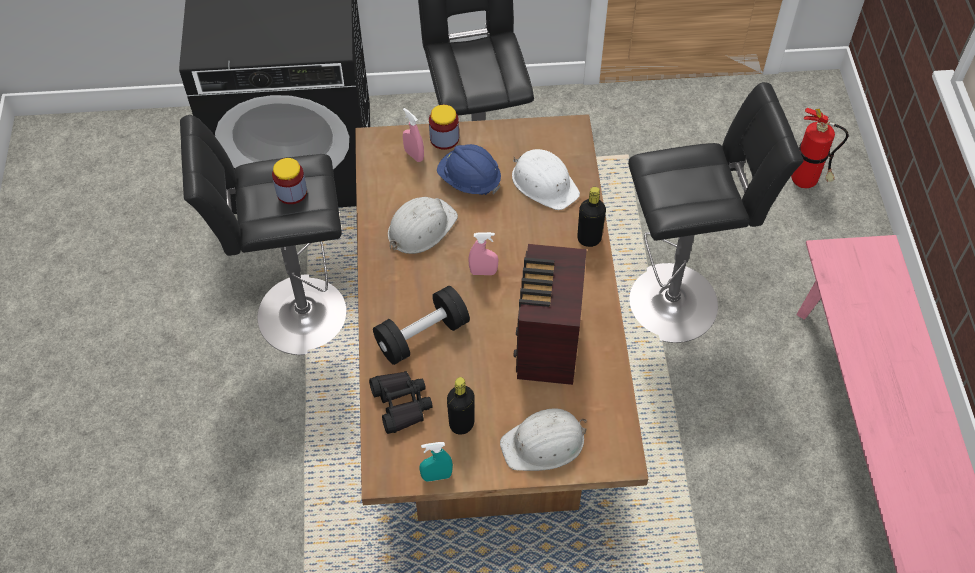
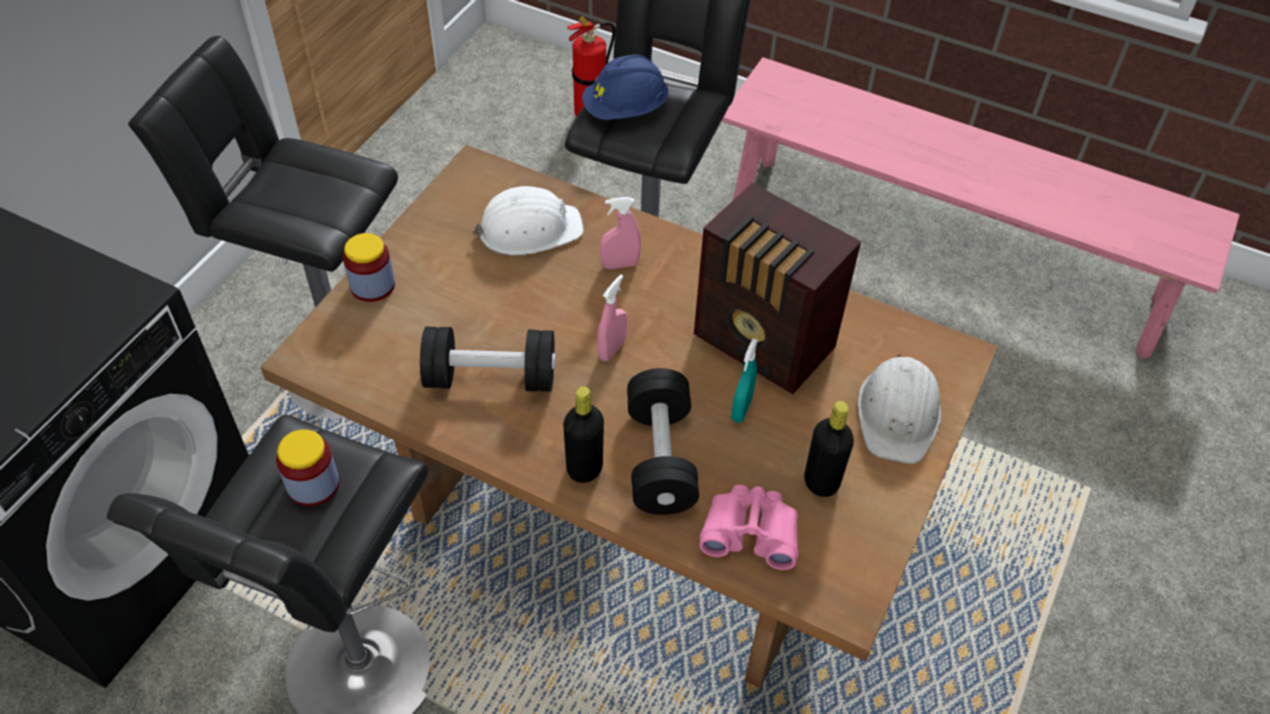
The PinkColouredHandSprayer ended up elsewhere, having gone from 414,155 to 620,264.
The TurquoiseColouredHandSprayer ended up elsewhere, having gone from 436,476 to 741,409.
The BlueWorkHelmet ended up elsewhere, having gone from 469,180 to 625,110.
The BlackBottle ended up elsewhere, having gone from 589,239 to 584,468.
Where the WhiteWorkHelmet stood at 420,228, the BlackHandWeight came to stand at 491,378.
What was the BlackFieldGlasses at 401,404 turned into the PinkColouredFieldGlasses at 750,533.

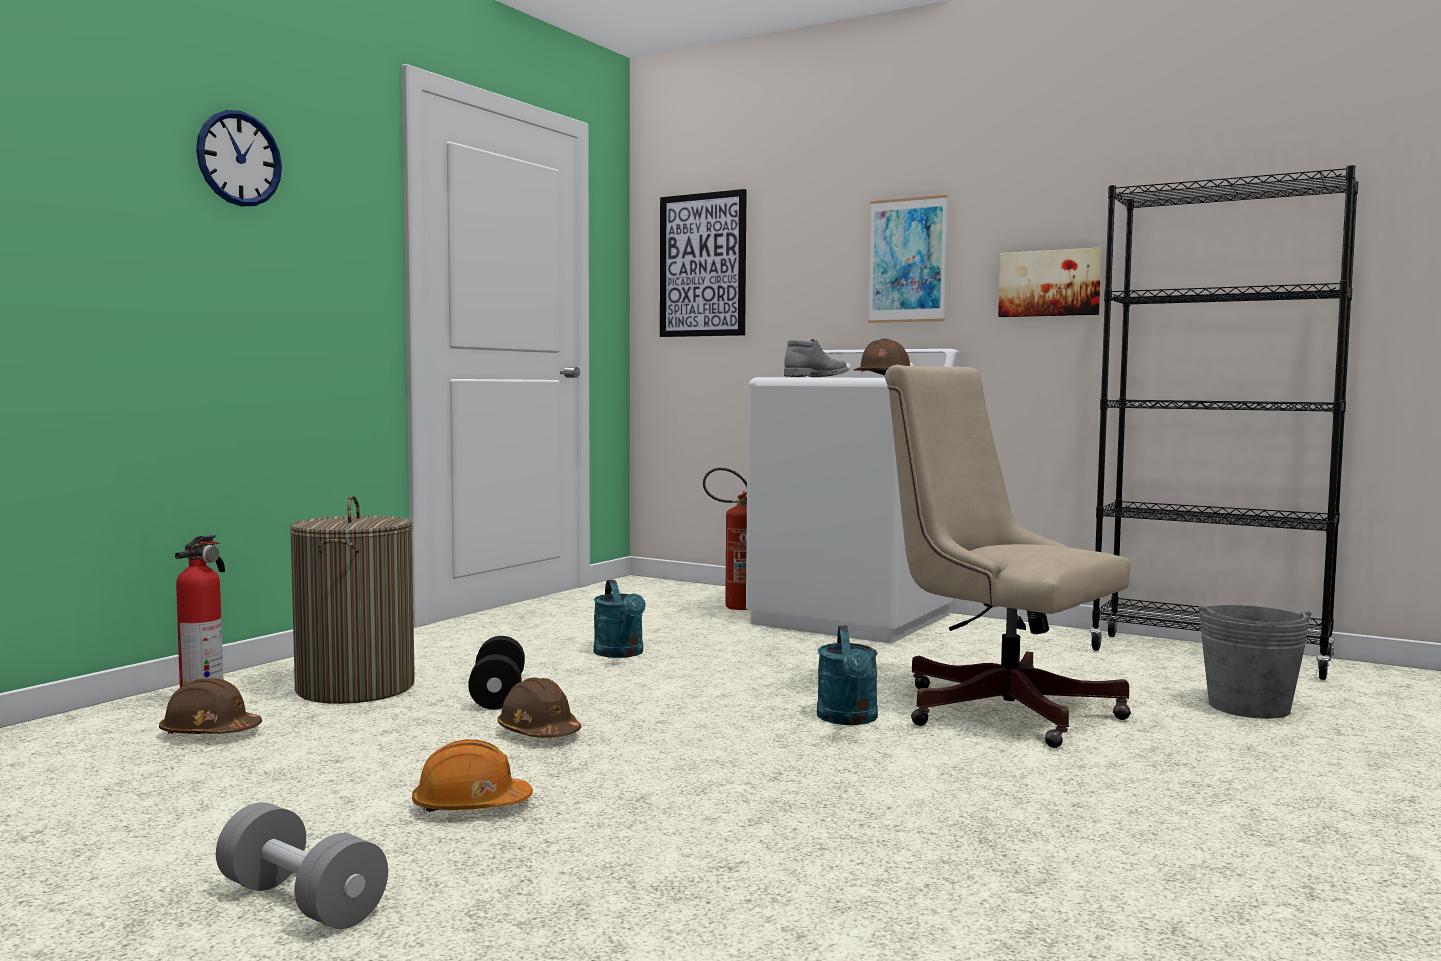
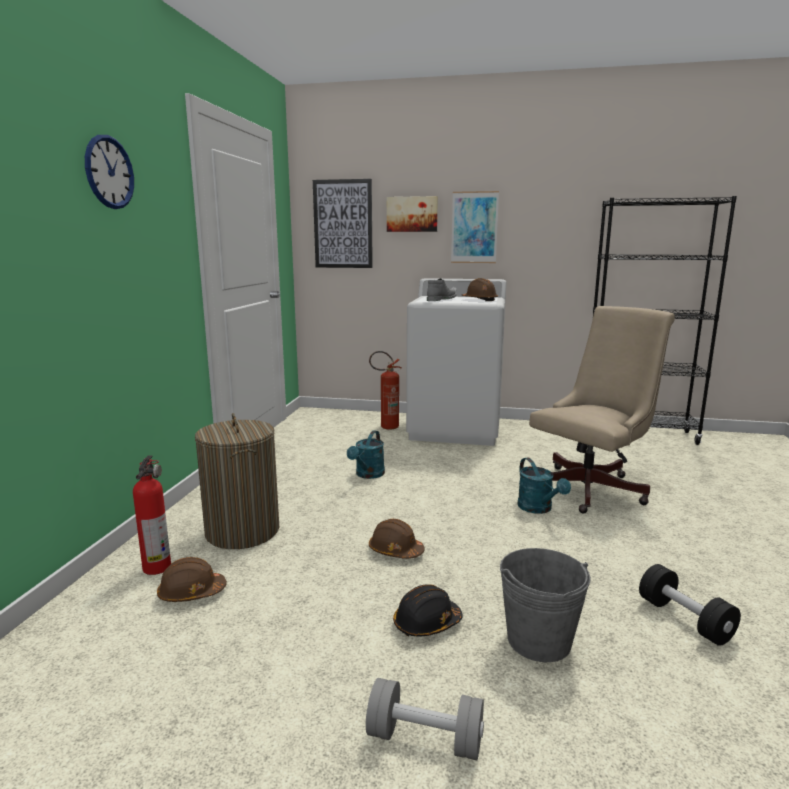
The BlackHandWeight ended up elsewhere, having gone from 498,695 to 684,619.
The WallPicture ended up elsewhere, having gone from 1049,283 to 412,214.
The GreyishBucket ended up elsewhere, having gone from 1249,707 to 539,640.
What was the OrangeColouredWorkHelmet at 470,806 turned into the BlackWorkHelmet at 427,623.
The TurquoiseColouredSprinklingCan at 621,654 ended up facing another way, 60 degrees clockwise from before.
The BeigeOfficeChair at 995,708 ended up facing another way, 120 degrees clockwise from before.

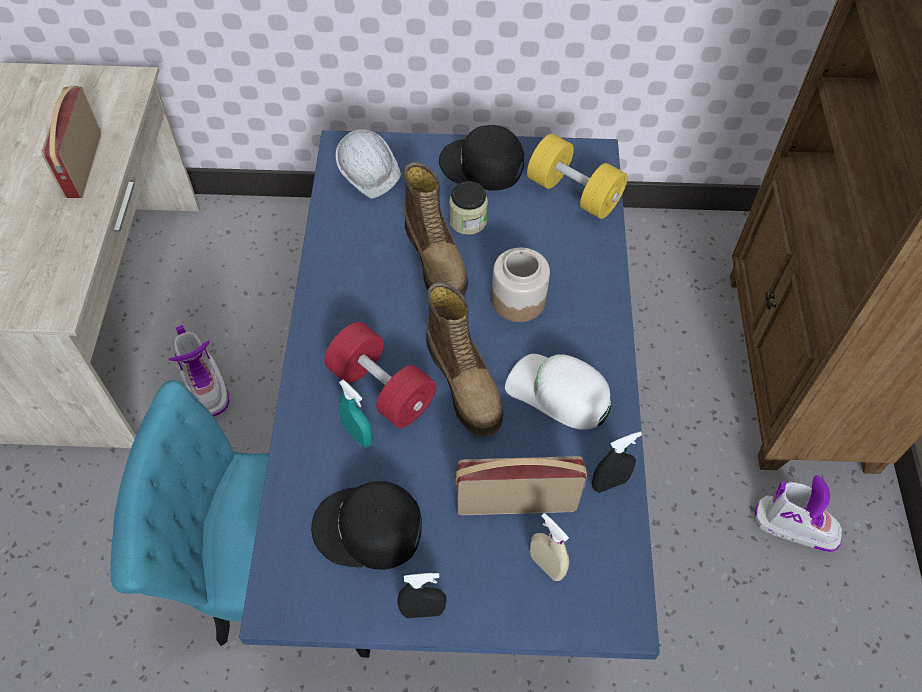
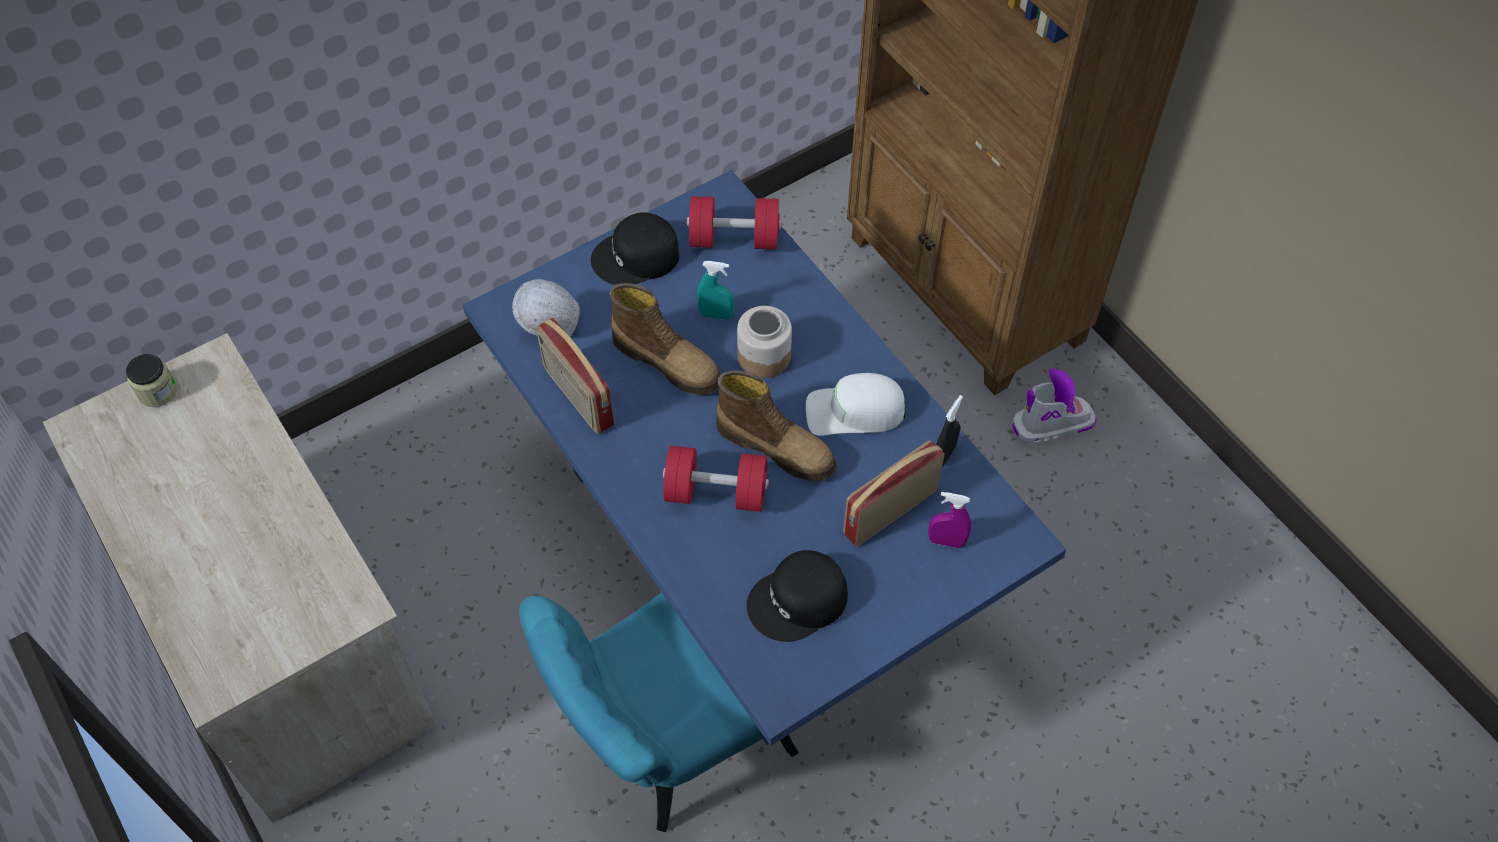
The second view lost the TallBoot at 205,386.
The second view lost the BlackHandSprayer at 422,611.
The RadioReceiver ended up elsewhere, having gone from 82,165 to 577,397.
The TurquoiseColouredHandSprayer ended up elsewhere, having gone from 358,435 to 716,315.
The Jar ended up elsewhere, having gone from 468,221 to 157,391.
What was the YellowColouredHandWeight at 574,193 turned into the RedHandWeight at 734,239.
What was the BeigeHandSprayer at 546,565 turned into the PurplishHandSprayer at 946,541.

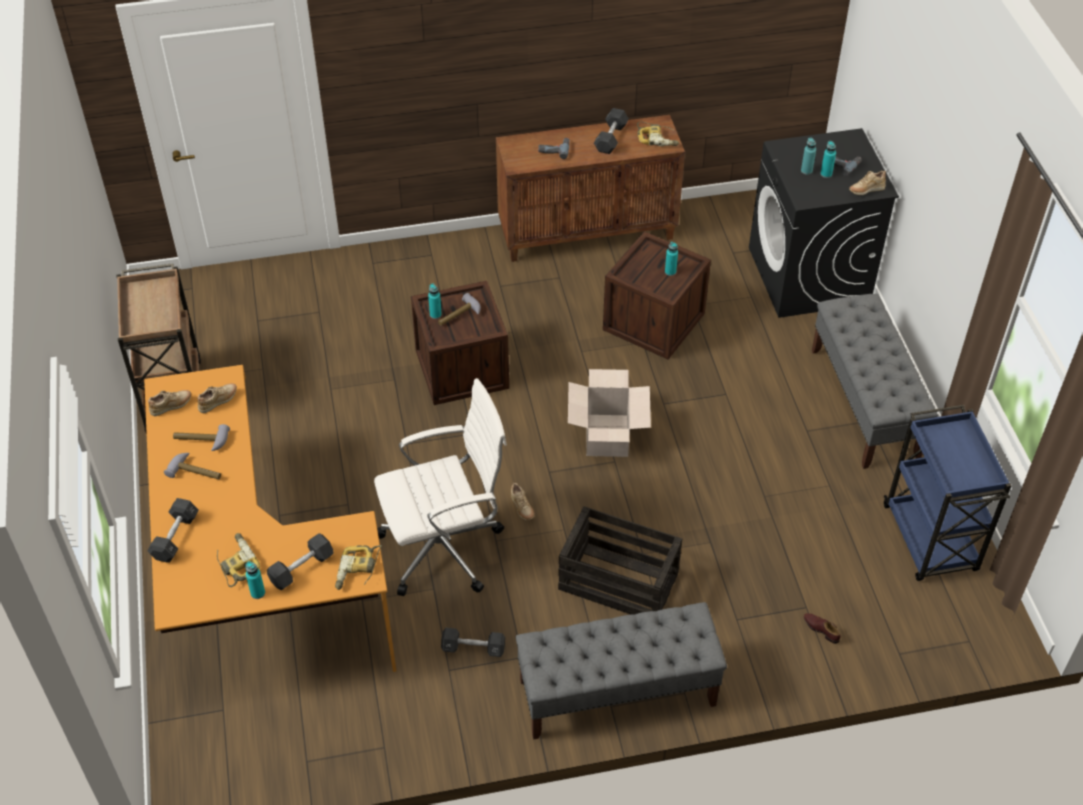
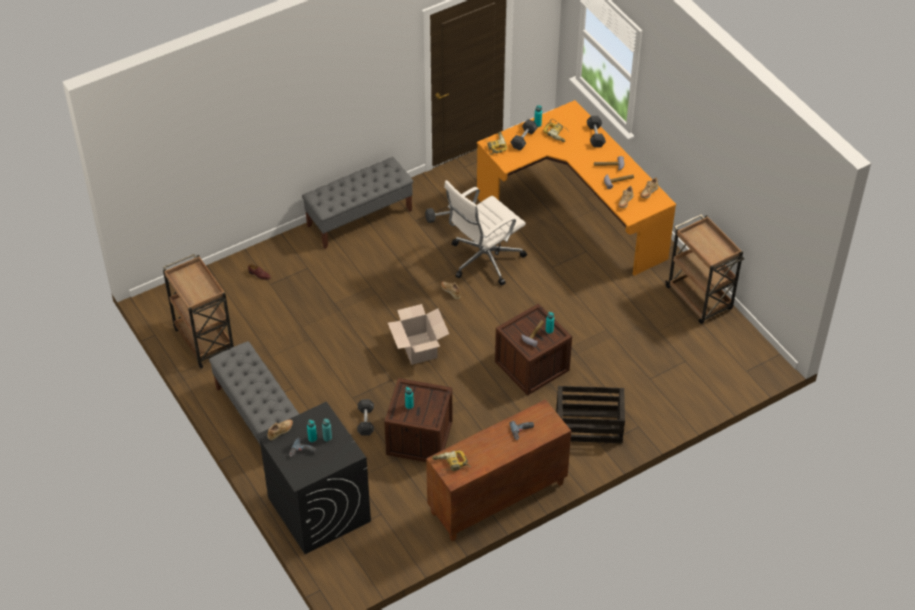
The PackingCrate ended up elsewhere, having gone from 619,582 to 588,426.
The BlackHandWeight ended up elsewhere, having gone from 611,138 to 365,421.
What was the BlueTrolley at 930,540 turned into the BrownishTrolley at 204,339.

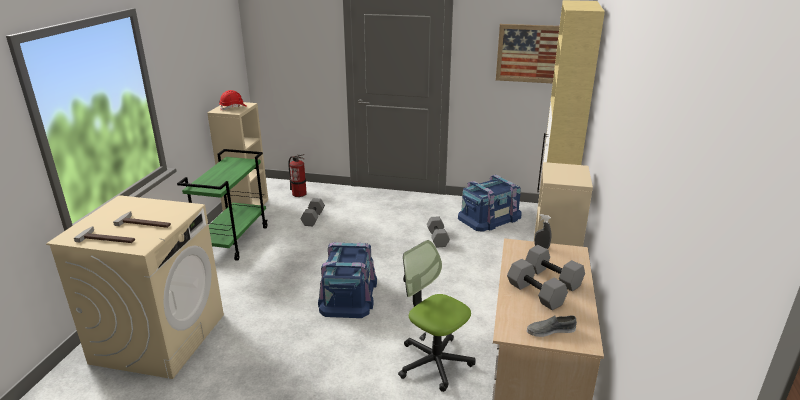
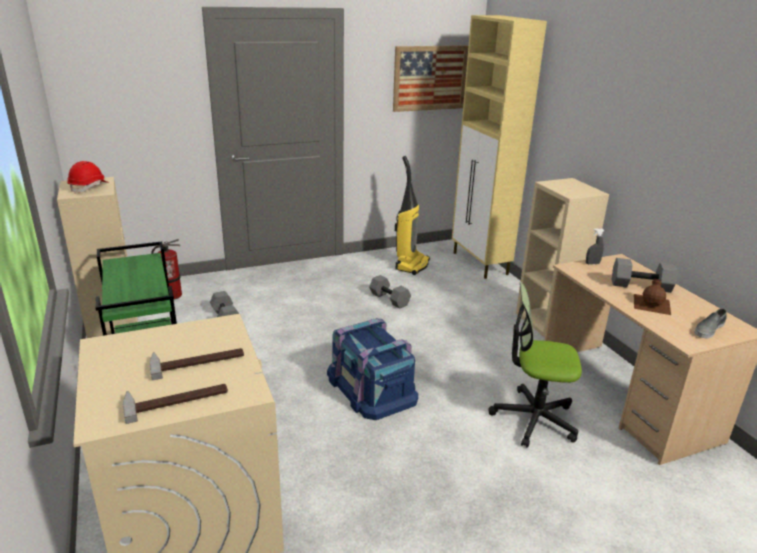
Where the BlueStorageContainer stood at 489,217, the Vacuum came to stand at 411,265.
Where the GreyishHandWeight stood at 536,294, the BrownishBottle came to stand at 652,304.

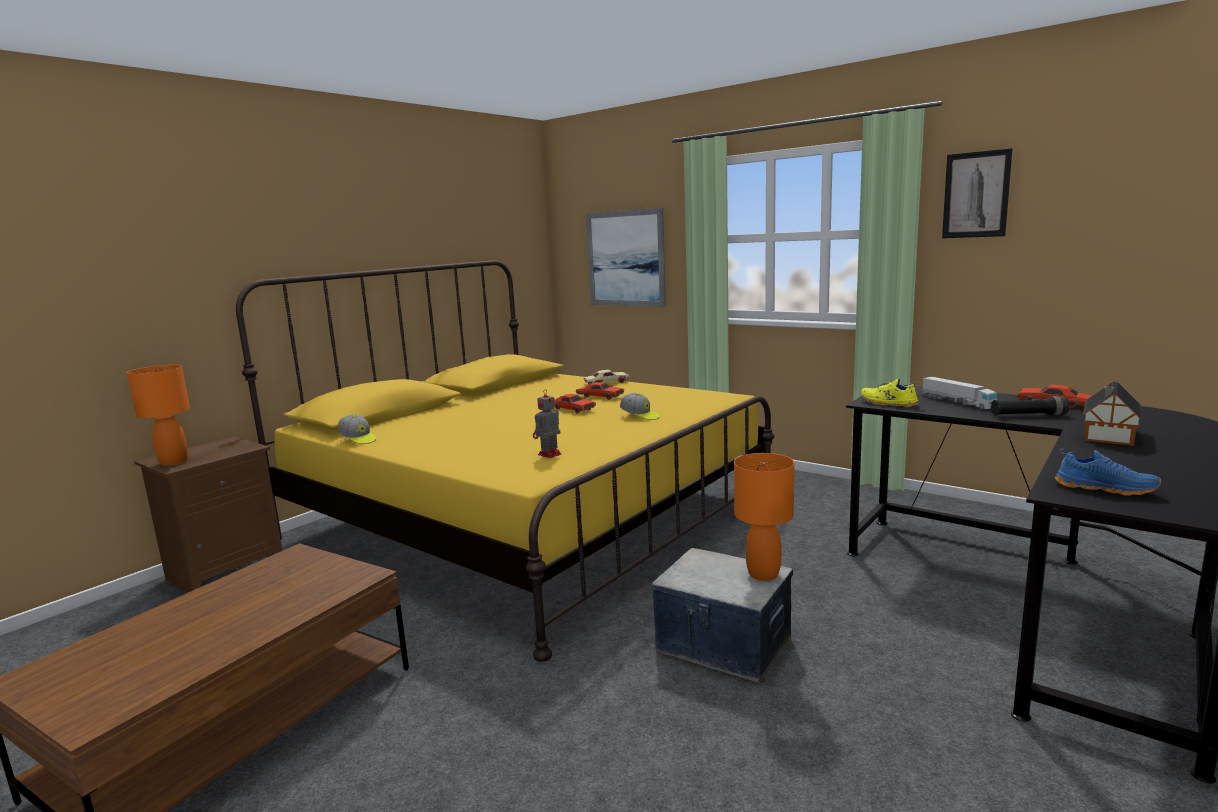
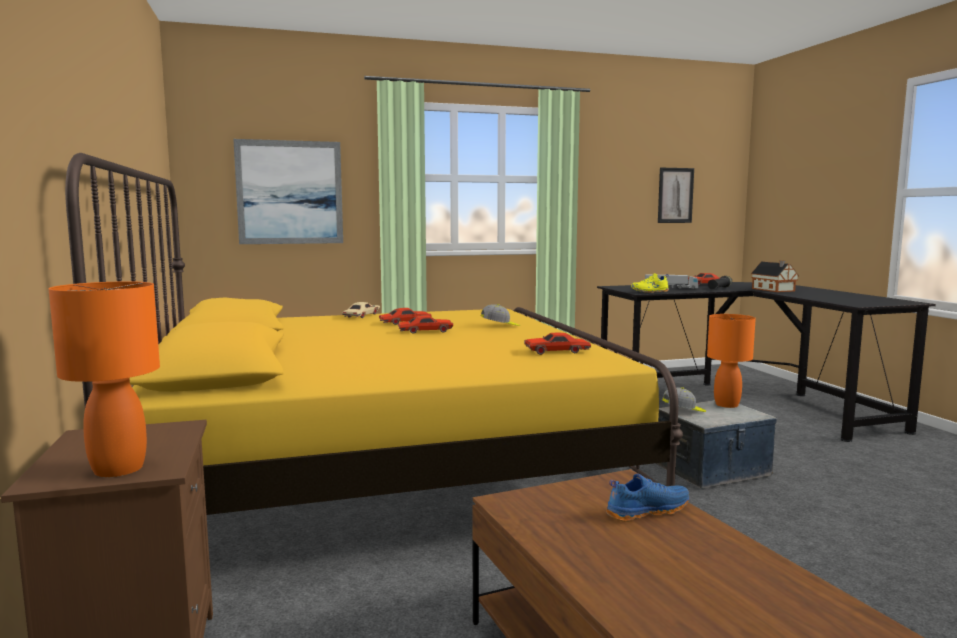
The BaseballCap ended up elsewhere, having gone from 358,439 to 684,411.
The WallPicture ended up elsewhere, having gone from 976,195 to 675,195.
The BlueShoe ended up elsewhere, having gone from 1105,488 to 646,511.
Where the ModelRobot stood at 548,454, the RedModelCar came to stand at 557,351.

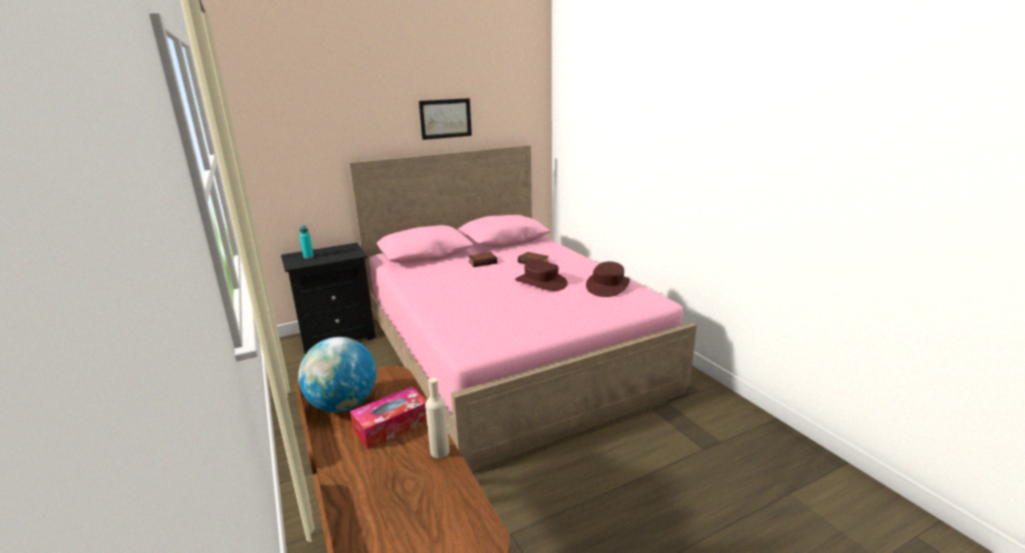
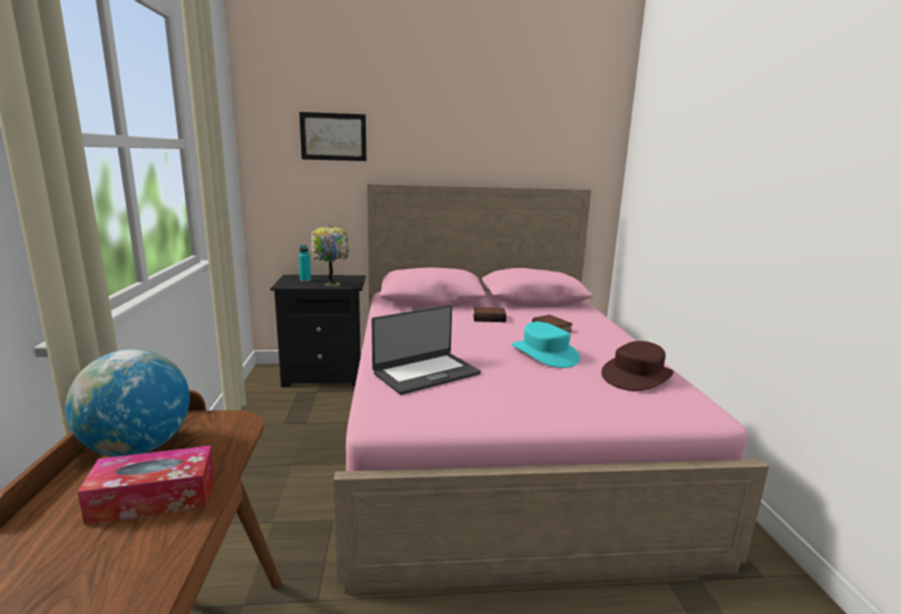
The second view lost the BeigeBottle at 440,451.
The second view gained the TableLamp at 331,283.
The second view gained the Laptop at 425,373.
The WallPicture ended up elsewhere, having gone from 445,118 to 333,137.
What was the BrownishHat at 541,282 turned into the TurquoiseColouredHat at 545,353.

